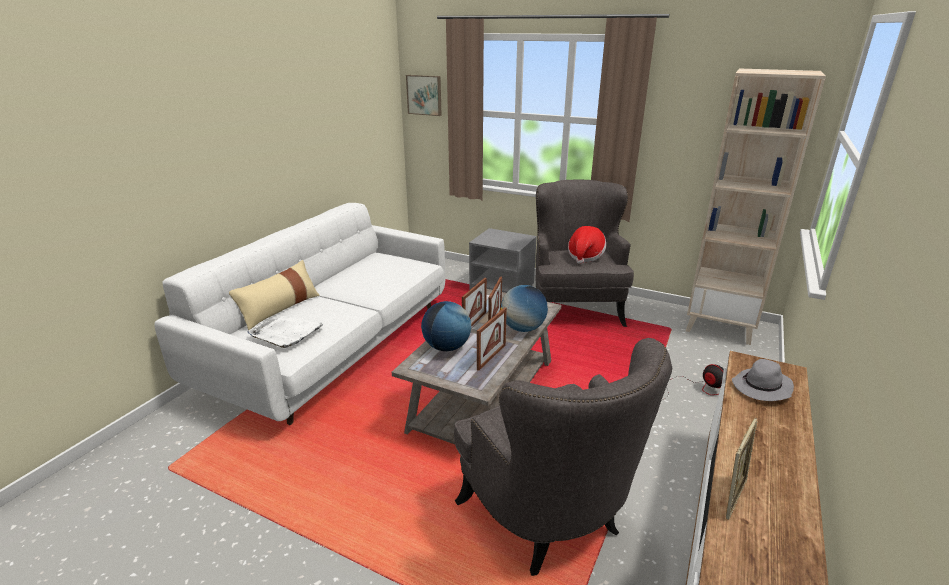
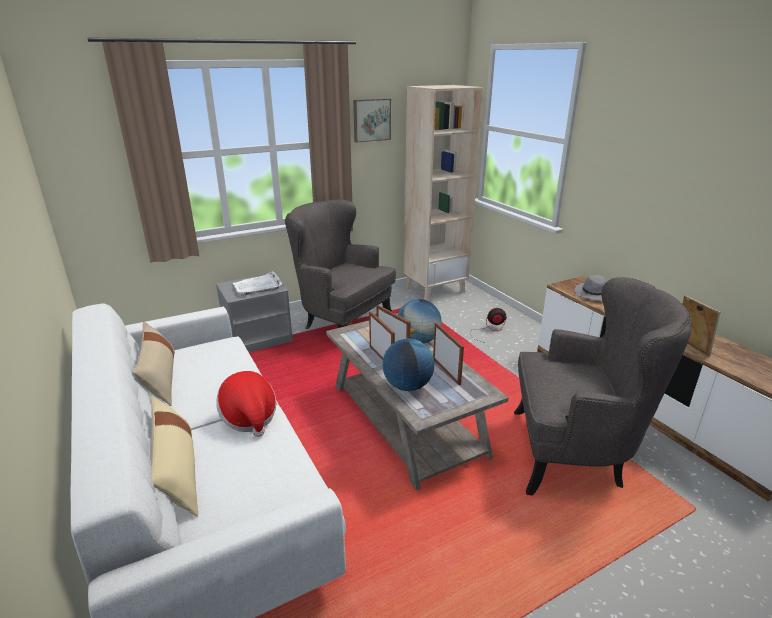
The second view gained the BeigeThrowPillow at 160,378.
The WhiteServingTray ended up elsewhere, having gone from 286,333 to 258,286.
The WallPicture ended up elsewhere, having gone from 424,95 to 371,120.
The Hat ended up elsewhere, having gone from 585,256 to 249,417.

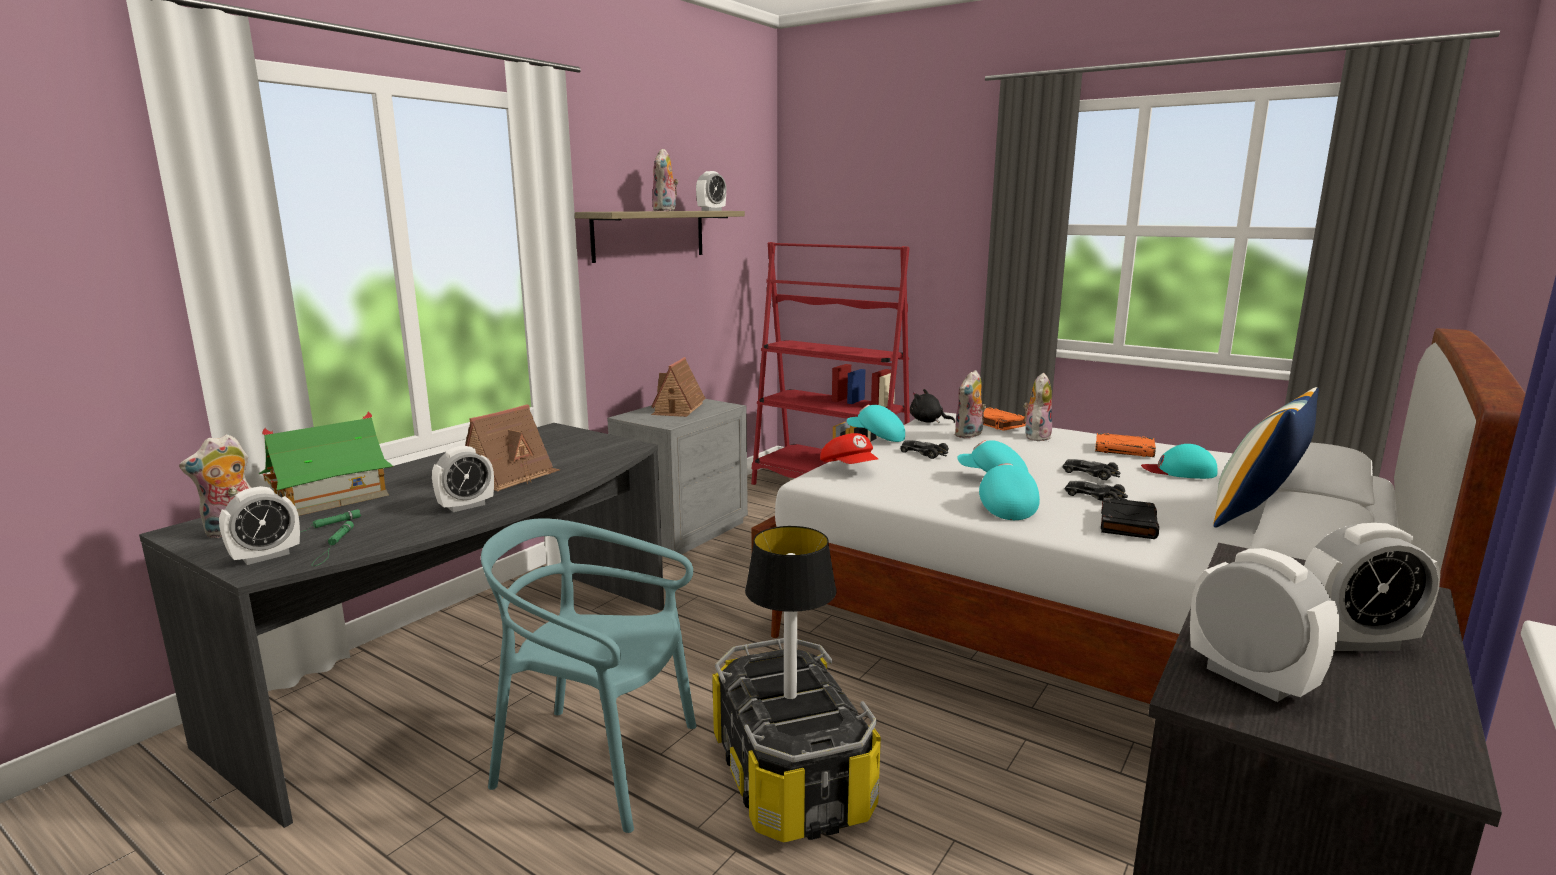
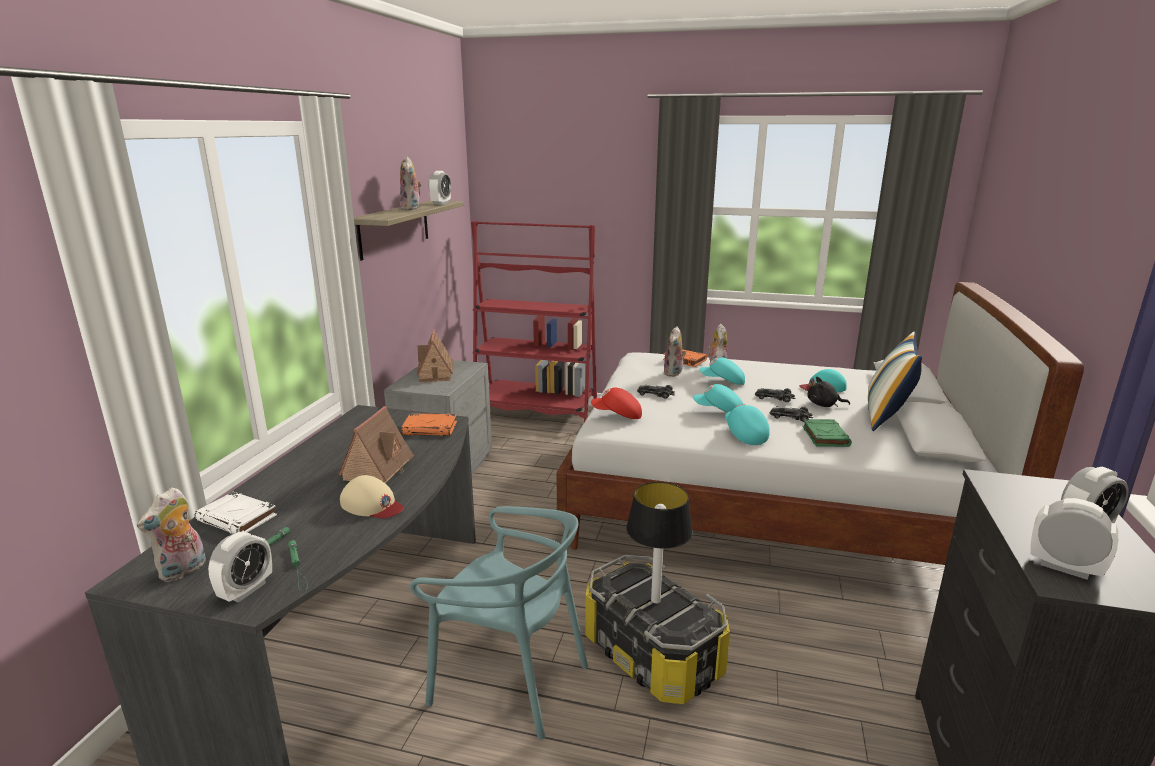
The TurquoiseColouredBaseballCap ended up elsewhere, having gone from 876,437 to 722,382.
The BlackSoftToy ended up elsewhere, having gone from 928,421 to 824,405.
The OrangeColouredBoundBook ended up elsewhere, having gone from 1125,450 to 430,428.
Where the MiniatureHouse stood at 330,498, the WhiteBoundBook came to stand at 238,518.
Where the BedsideClock stood at 466,506, the BeigeBaseballCap came to stand at 372,505.
What was the BlackBoundBook at 1127,523 turned into the GreenColouredBoundBook at 825,436.
The TurquoiseColouredUprightChair at 597,761 ended up facing another way, 150 degrees counterclockwise from before.
The RedBaseballCap at 850,468 ended up facing another way, 150 degrees clockwise from before.

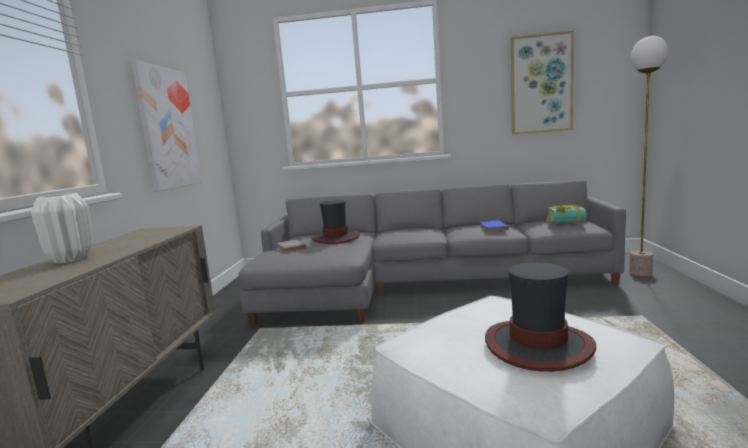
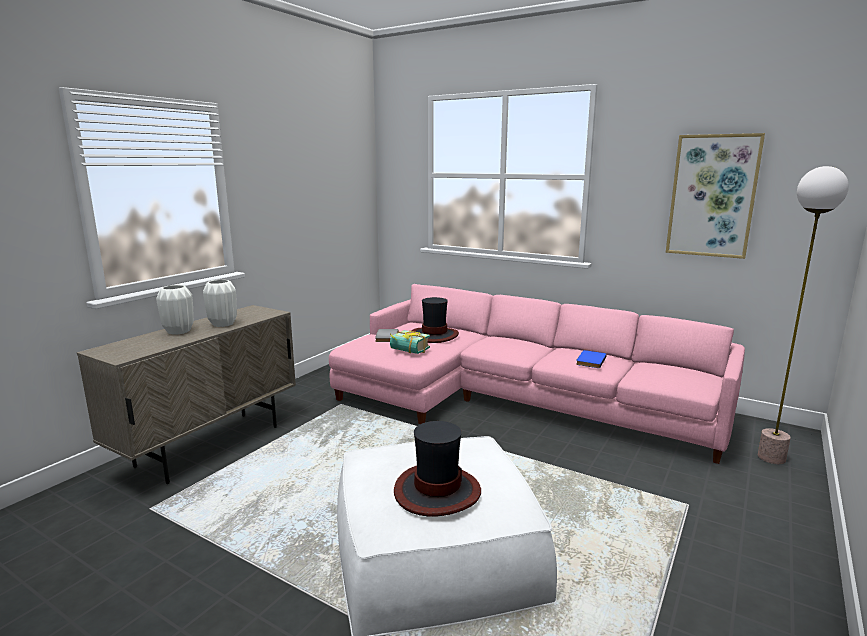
The second view lost the WallPicture at 167,128.
The second view gained the WhiteDecorativeVase at 223,324.
The BoundBook ended up elsewhere, having gone from 567,223 to 407,351.
What was the GreyishSofa at 417,285 turned into the PinkColouredSofa at 509,399.

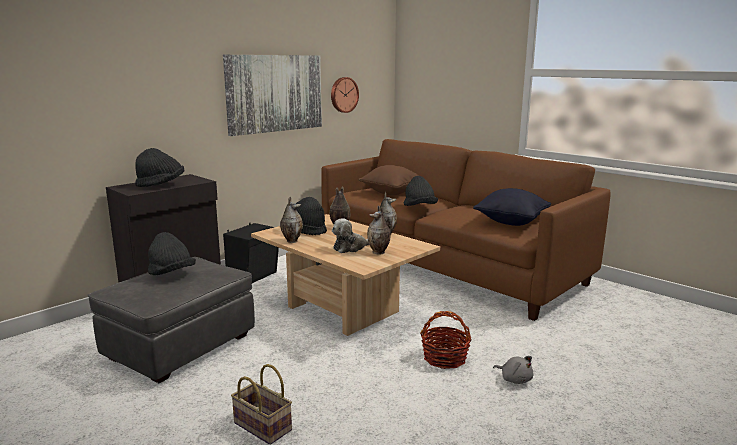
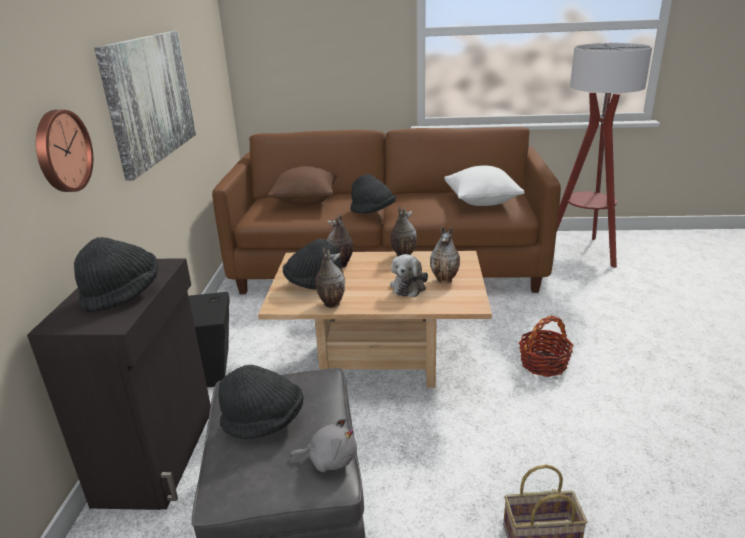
The second view gained the StandingLamp at 583,252.
The HangingClock ended up elsewhere, having gone from 343,95 to 61,151.
The GreyishSoftToy ended up elsewhere, having gone from 515,379 to 329,459.
What was the BlackThrowPillow at 511,222 turned into the WhiteThrowPillow at 481,202.

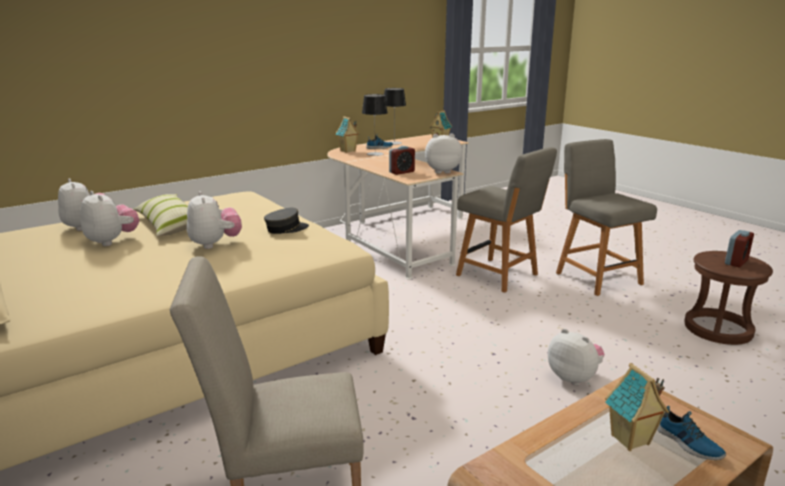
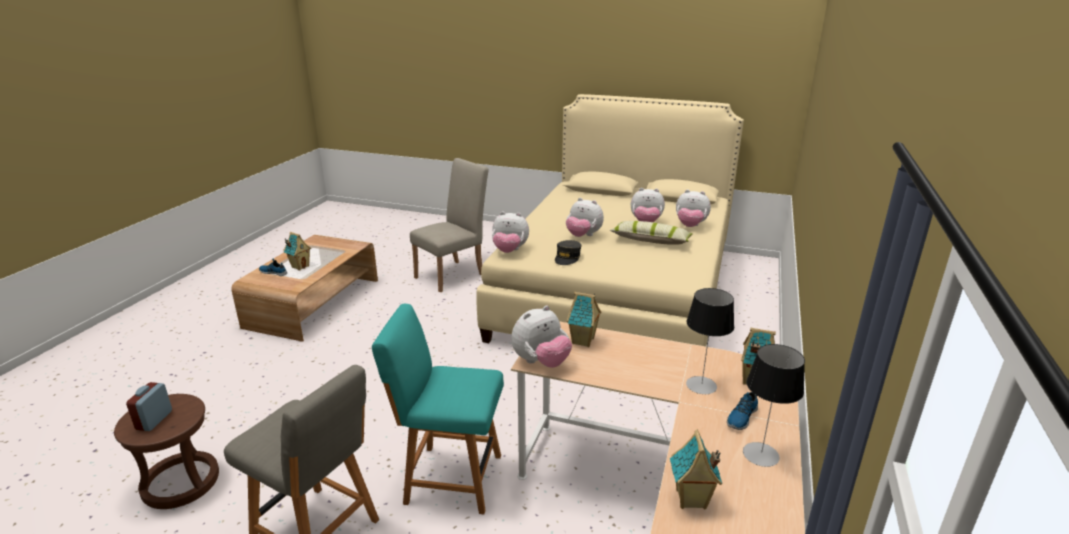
The SoftToy ended up elsewhere, having gone from 573,377 to 509,251.
Where the BedsideClock stood at 401,172, the MiniatureHouse came to stand at 583,341.
What was the GreyishUprightChair at 499,276 turned into the TurquoiseColouredUprightChair at 450,478.

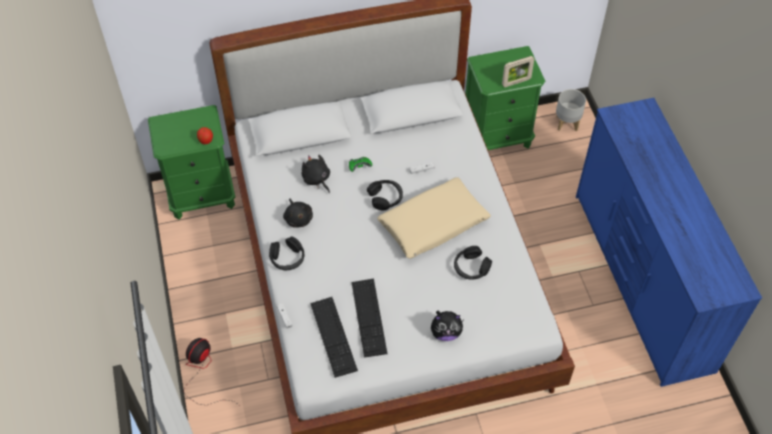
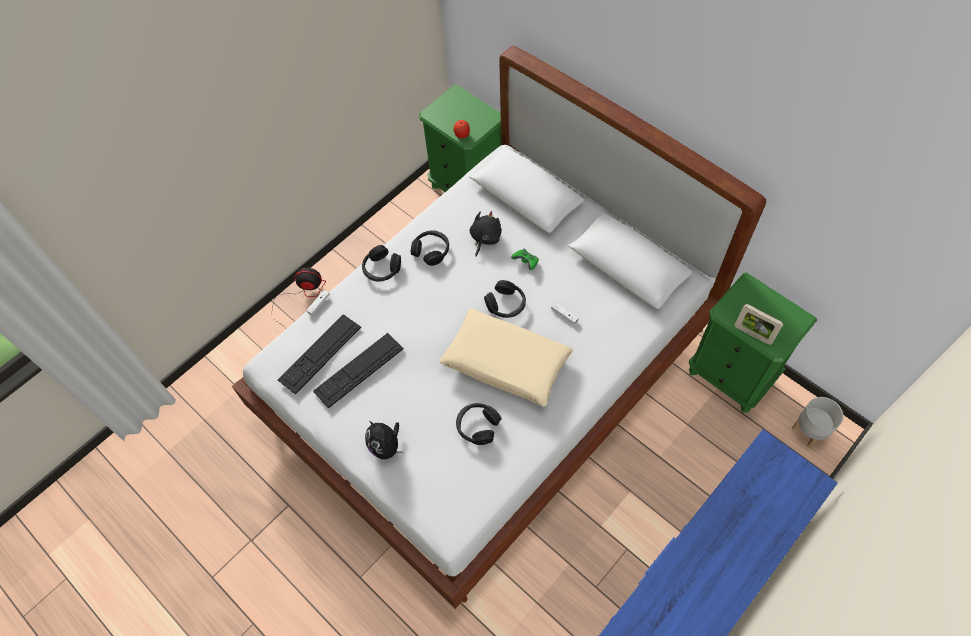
Where the BlackSoftToy stood at 298,218, the BlackPairOfHeadphones came to stand at 431,251.

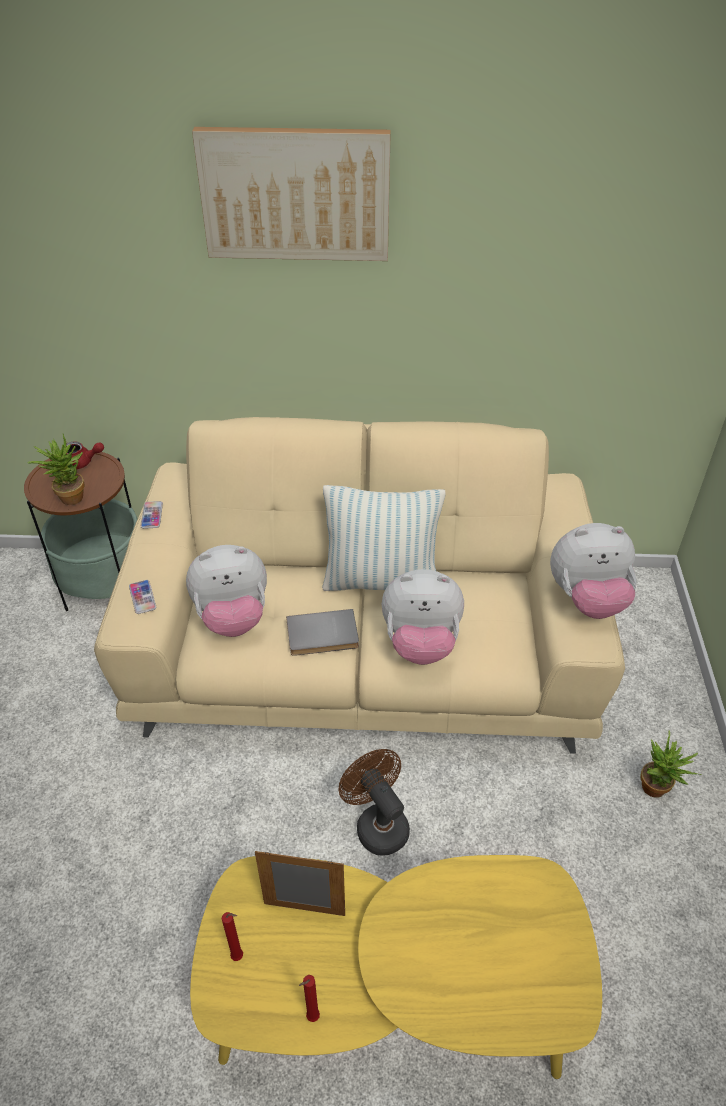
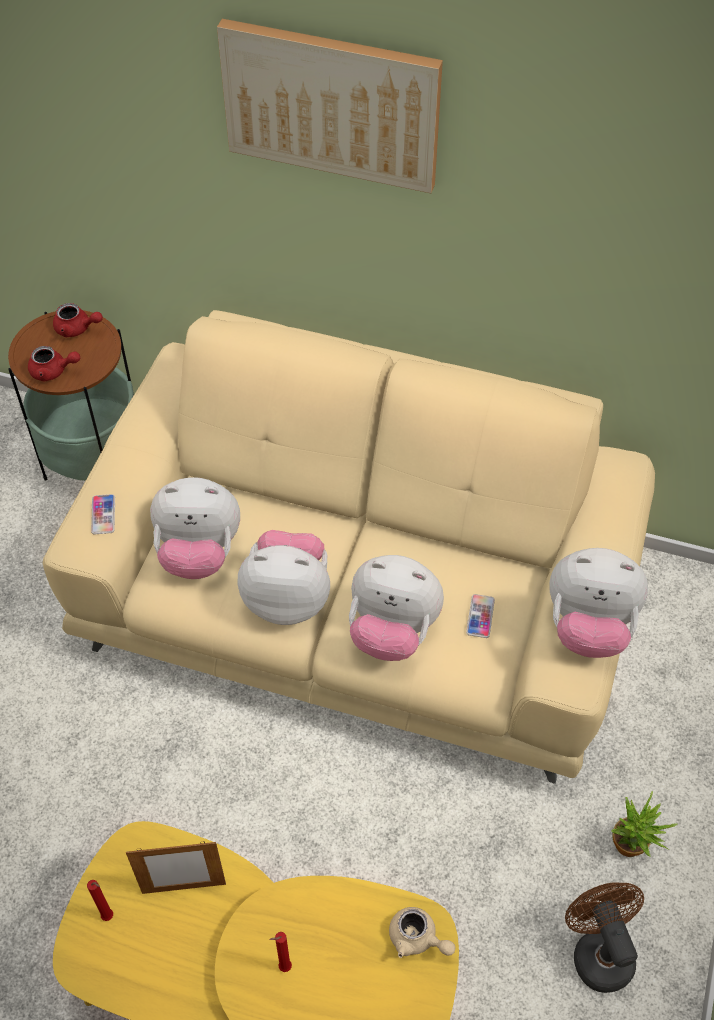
The second view lost the ThrowPillow at 381,581.
The second view gained the BeigePotForTea at 417,939.
The Telephone ended up elsewhere, having gone from 152,515 to 480,616.
The RedWaxLight ended up elsewhere, having gone from 311,1018 to 283,968.
The BrownishFan ended up elsewhere, having gone from 377,824 to 598,951.
Where the PottedPlant stood at 68,496, the RedPotForTea came to stand at 53,371.
Where the GreyishBoundBook stood at 322,636, the SoftToy came to stand at 288,598.
The PictureFrame at 304,909 ended up facing another way, 150 degrees clockwise from before.

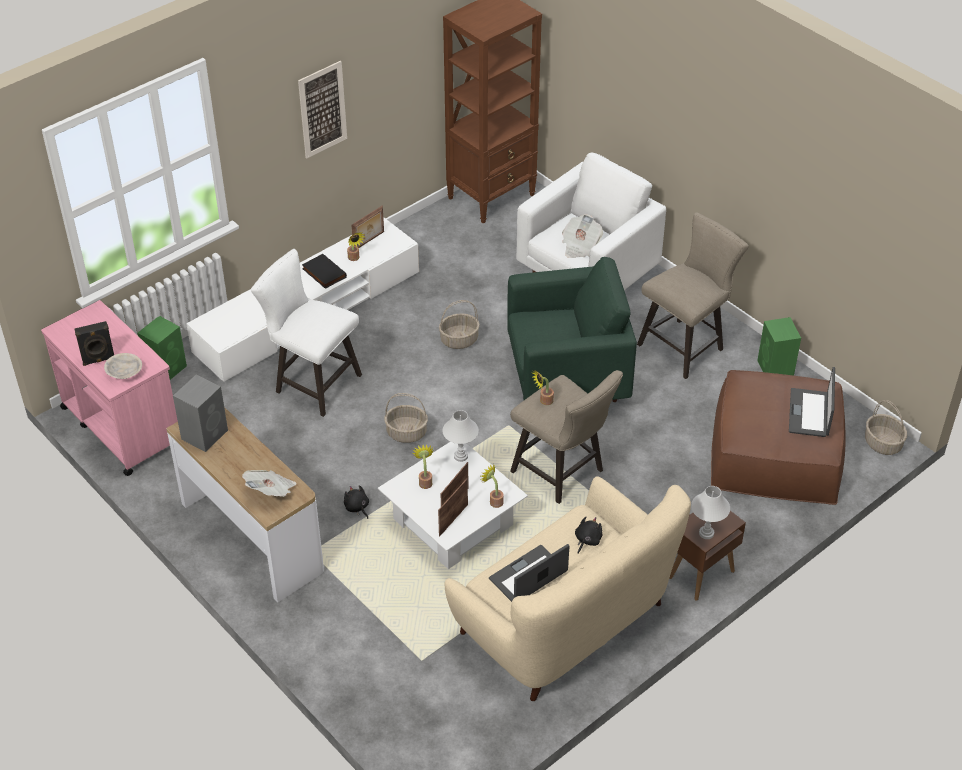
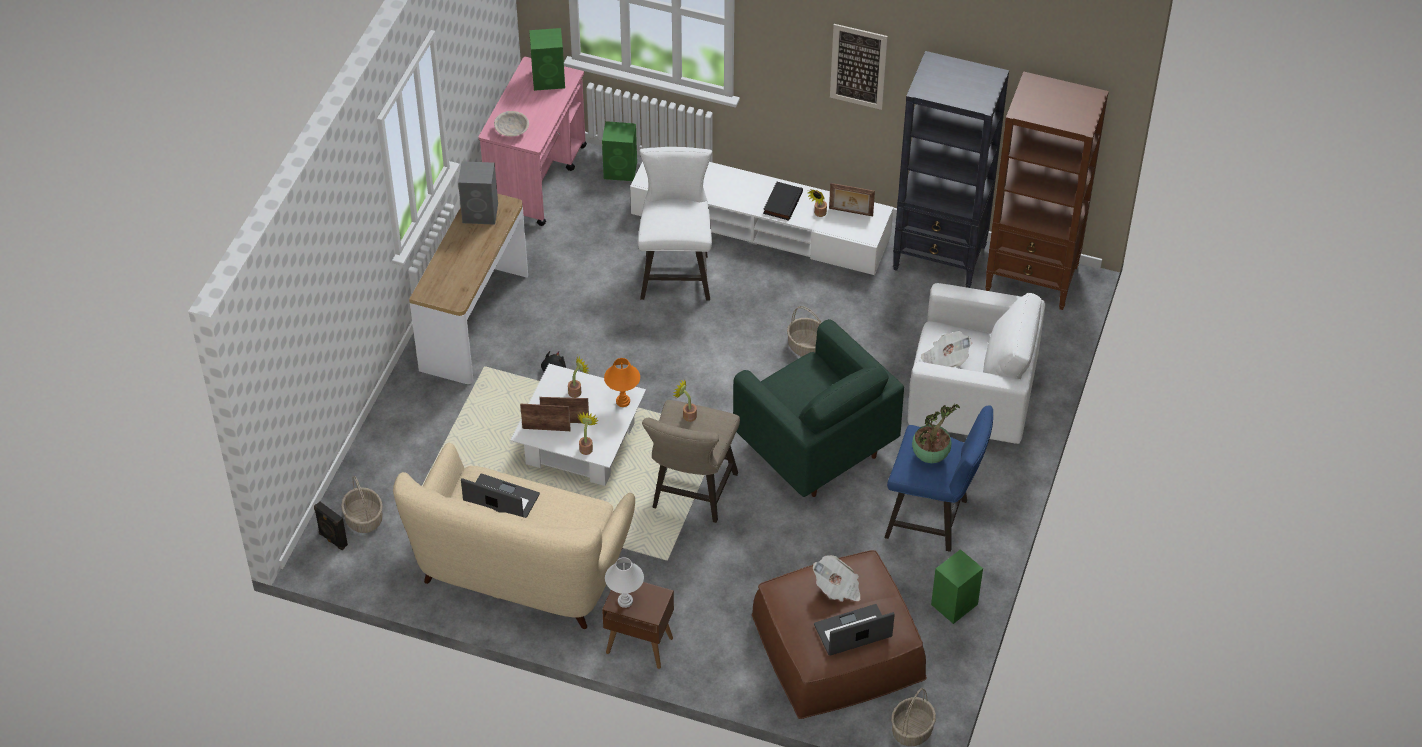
The second view lost the BlackSoftToy at 587,540.
The second view gained the GreenColouredAudioSpeaker at 549,79.
The second view gained the BlackBookshelf at 940,258.
The second view gained the PottedPlant at 931,455.
The BlackAudioSpeaker ended up elsewhere, having gone from 99,360 to 332,540.
The DailyPaper ended up elsewhere, having gone from 271,491 to 837,588.
The StorageBasket ended up elsewhere, having gone from 407,432 to 364,519.
What was the WhiteTableLamp at 460,456 turned into the OrangeColouredTableLamp at 623,401.
What was the BeigeStoolSeat at 685,345 turned into the BlueStoolSeat at 933,519.

